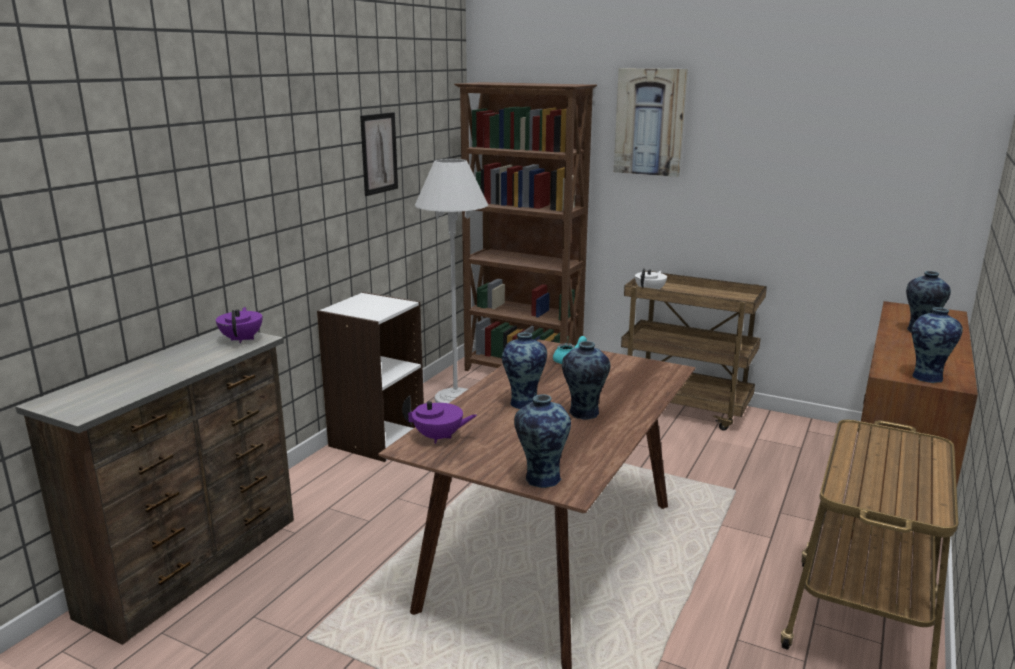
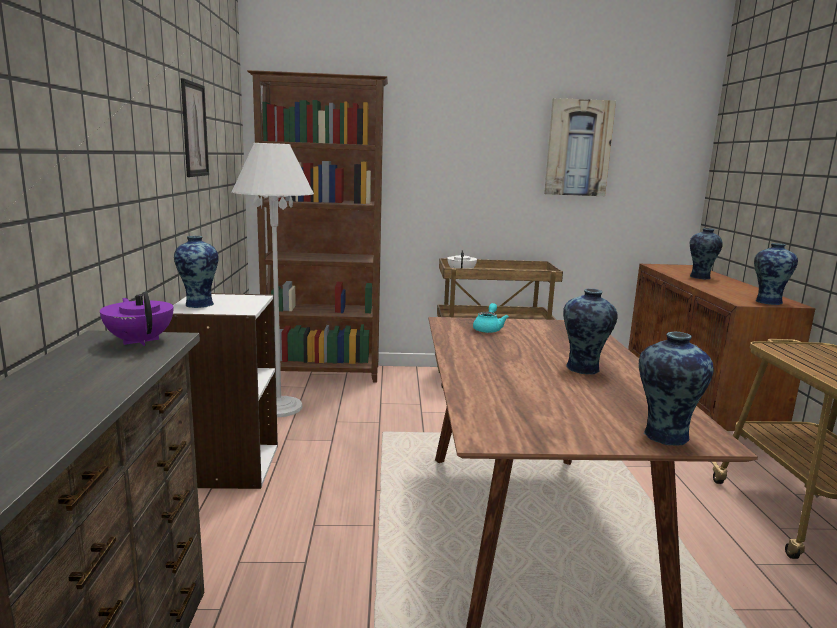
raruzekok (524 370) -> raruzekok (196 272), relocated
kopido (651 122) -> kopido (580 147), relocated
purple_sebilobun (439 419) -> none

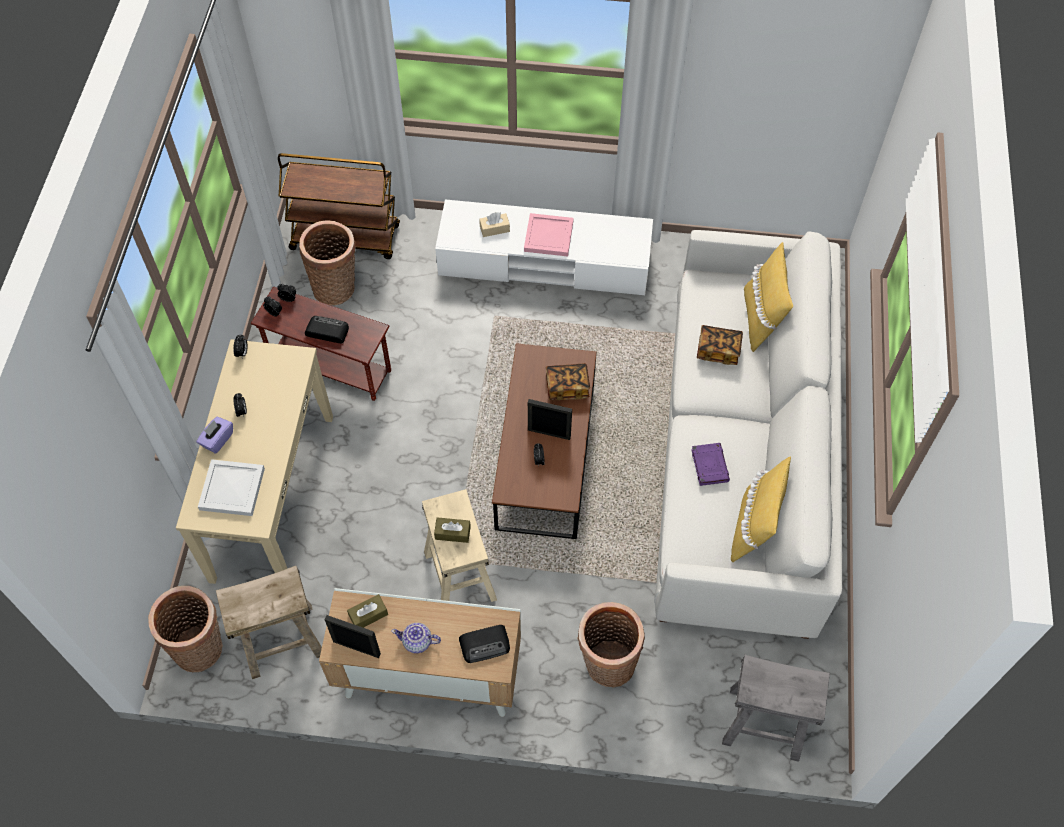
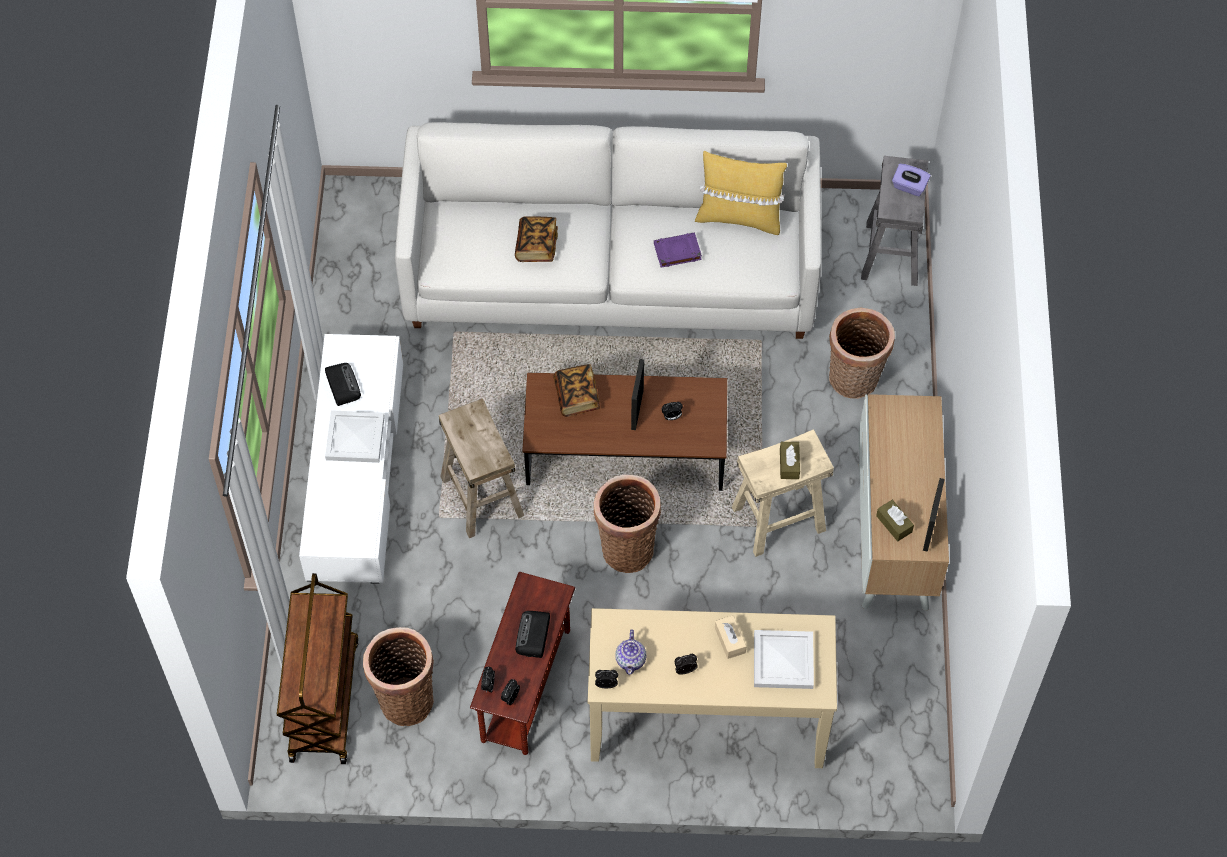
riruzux (484 644) -> riruzux (343 384), relocated
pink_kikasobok (549 235) -> white_kikasobok (355 436)
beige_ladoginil (269 622) -> beige_ladoginil (481 468), relocated
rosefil (185 629) -> rosefil (627 524), relocated
sebilobun (416 638) -> sebilobun (630 652), relocated
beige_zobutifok (494 224) -> beige_zobutifok (730 637), relocated
purple_zobutifok (214 435) -> purple_zobutifok (911 179), relocated
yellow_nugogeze (768 297) -> none

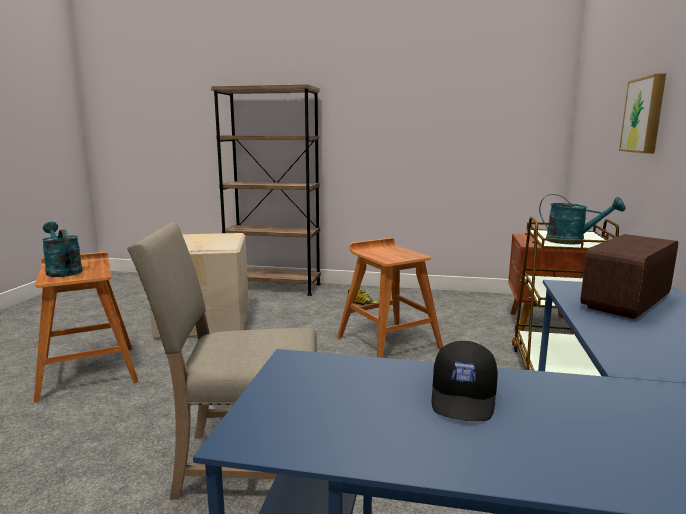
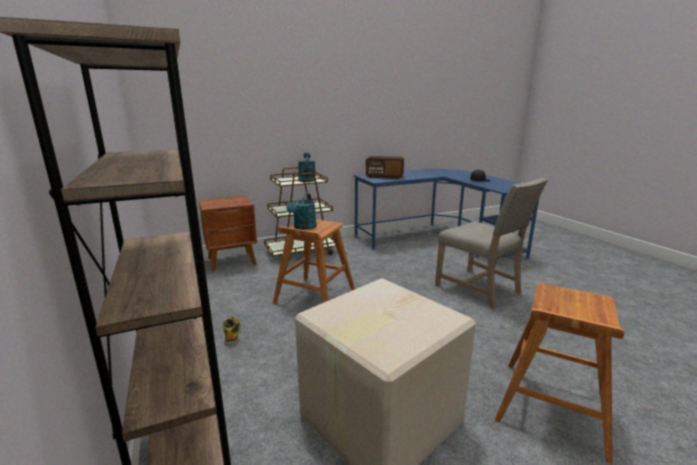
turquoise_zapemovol (62 249) -> turquoise_zapemovol (301 211), relocated
kopido (642 113) -> none

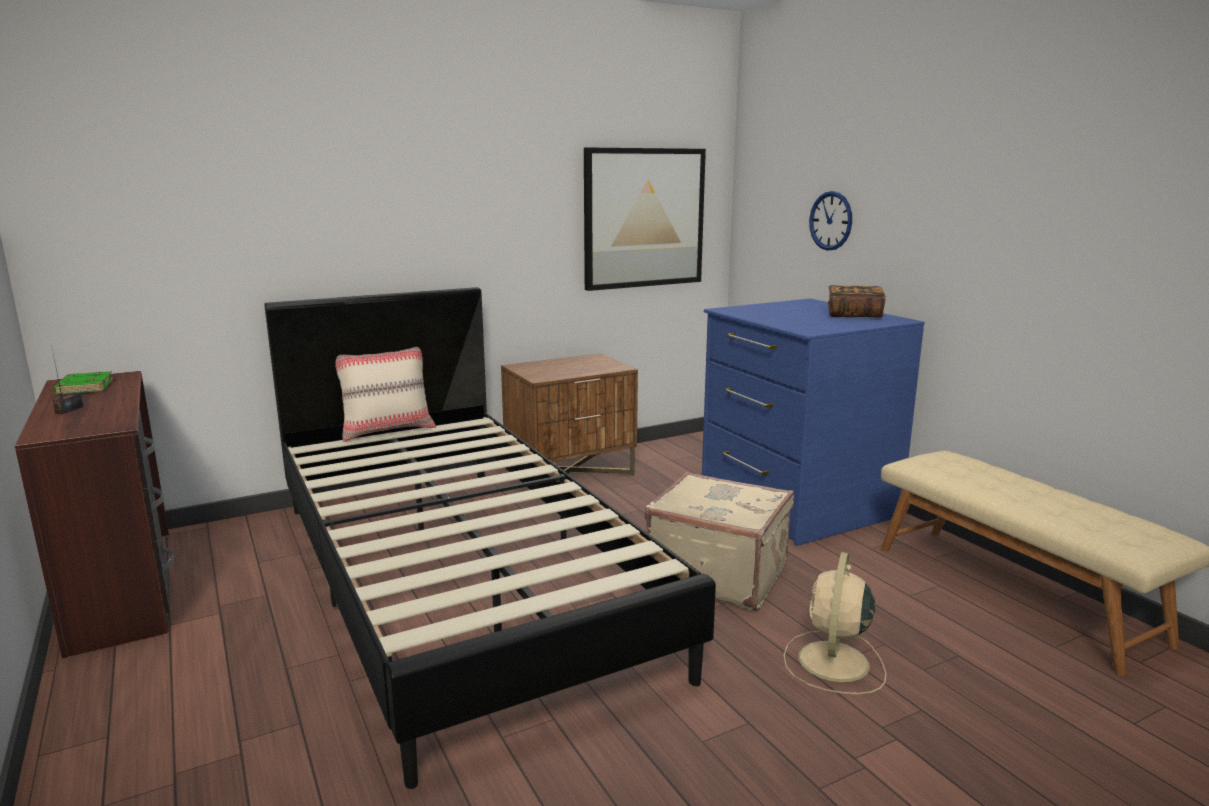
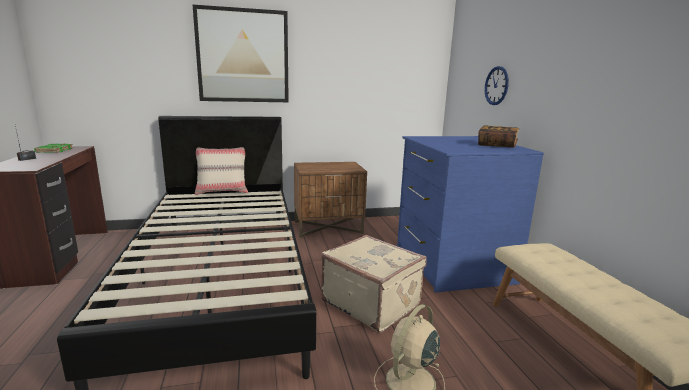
kopido (645 219) -> kopido (241 53), relocated

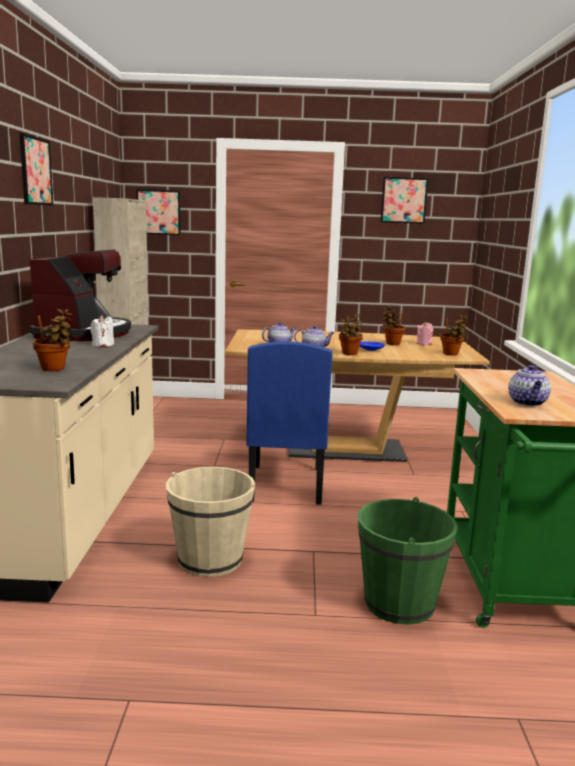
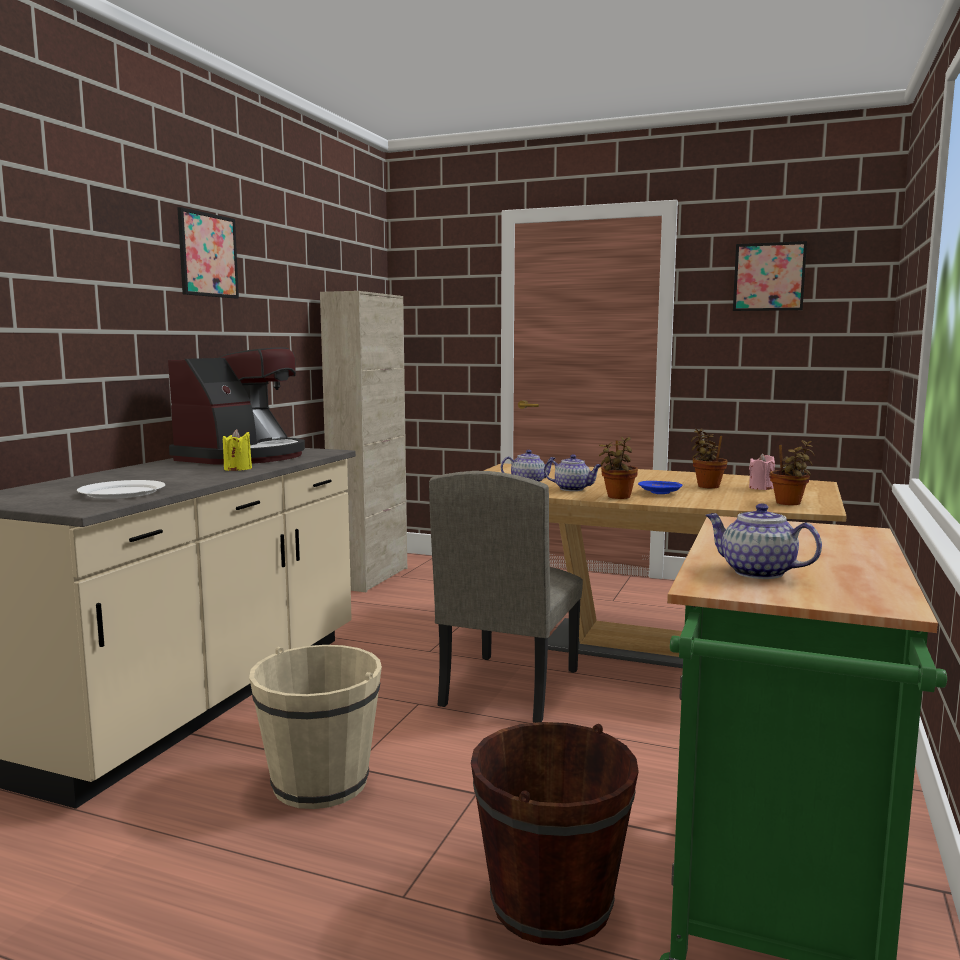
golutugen (52 340) -> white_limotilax (121 489)
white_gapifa (102 331) -> yellow_gapifa (237 450)
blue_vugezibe (289 423) -> beige_vugezibe (506 597)
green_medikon (408 561) -> brown_medikon (555 834)
sebilobun (529 385) -> sebilobun (764 541), 105 degrees clockwise
kopido (158 212) -> none

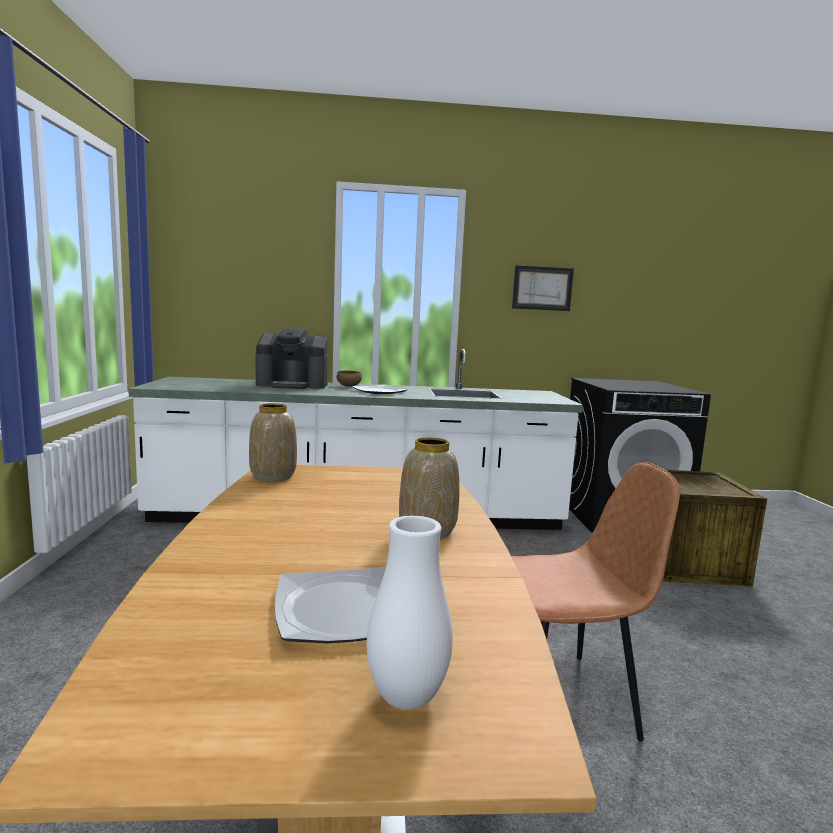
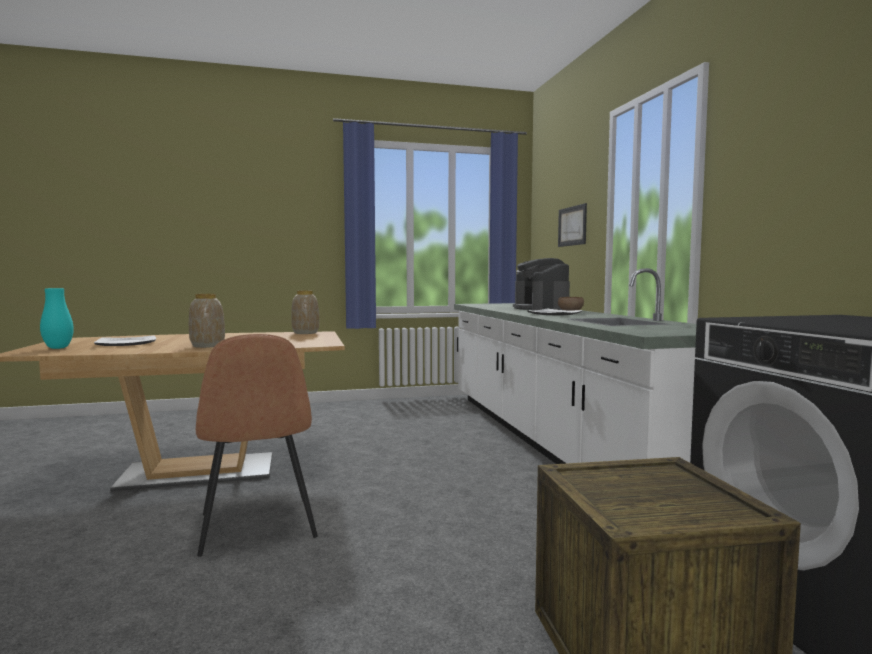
white_raruzekok (410 613) -> turquoise_raruzekok (57 318)
kopido (543 288) -> kopido (572 225), relocated

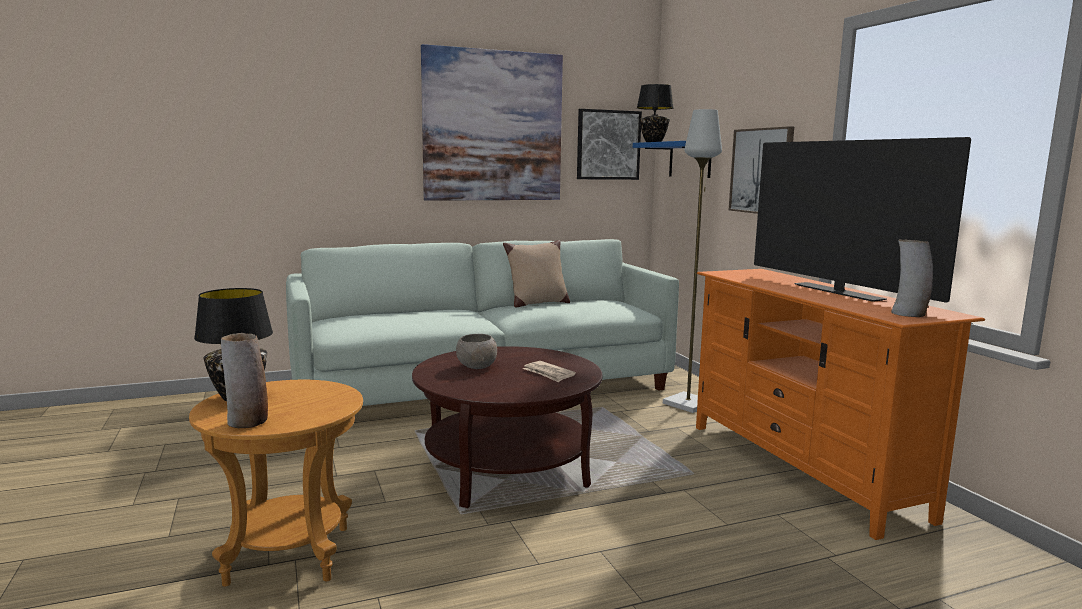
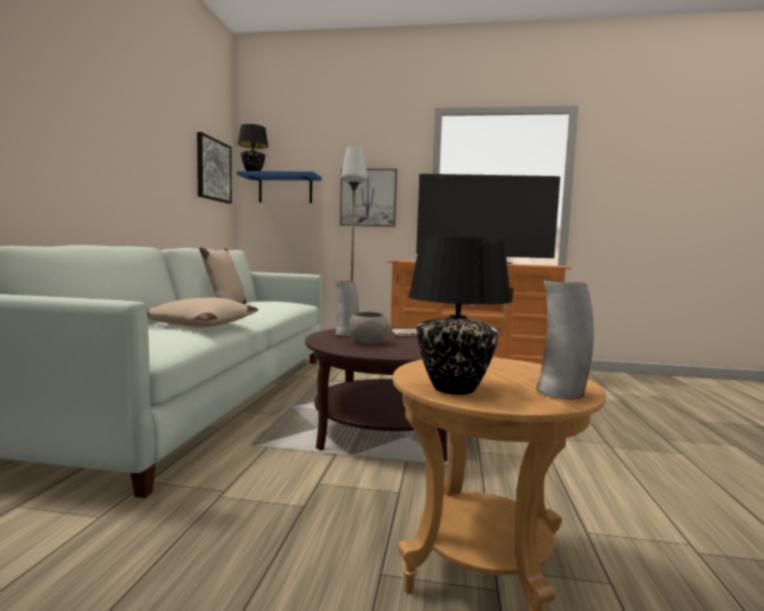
none -> beige_nugogeze (202 312)
raruzekok (912 278) -> raruzekok (347 308), relocated
kopido (492 122) -> none

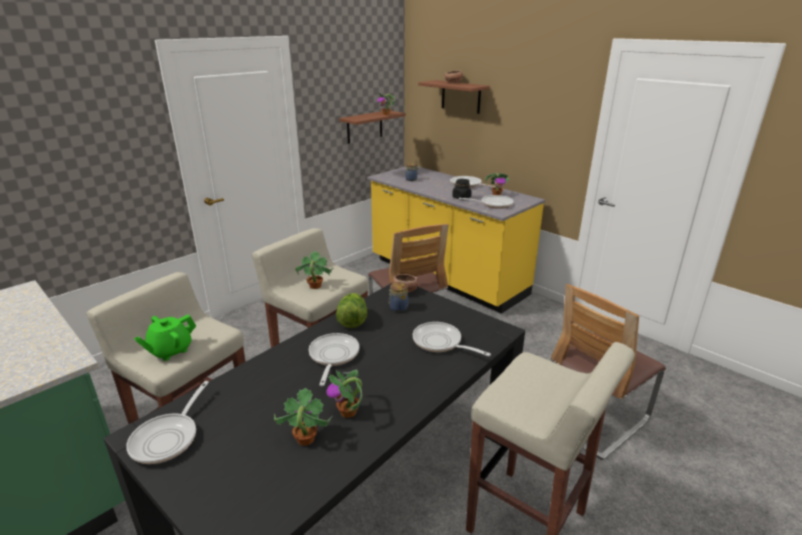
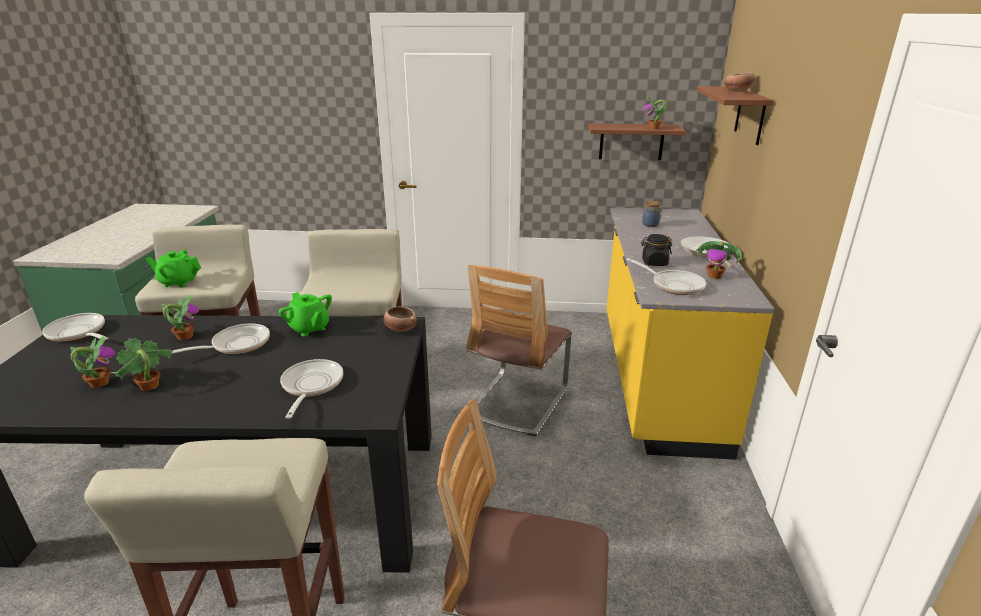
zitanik (167 422) -> zitanik (75 327), 60 degrees clockwise
golutugen (314 270) -> golutugen (180 317), relocated
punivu (351 310) -> green_sebilobun (305 314)
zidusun (398 297) -> none

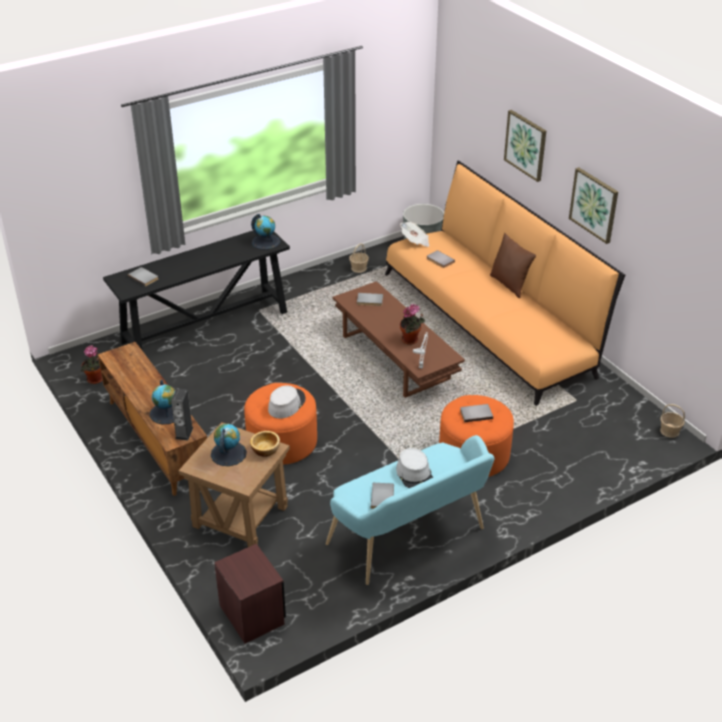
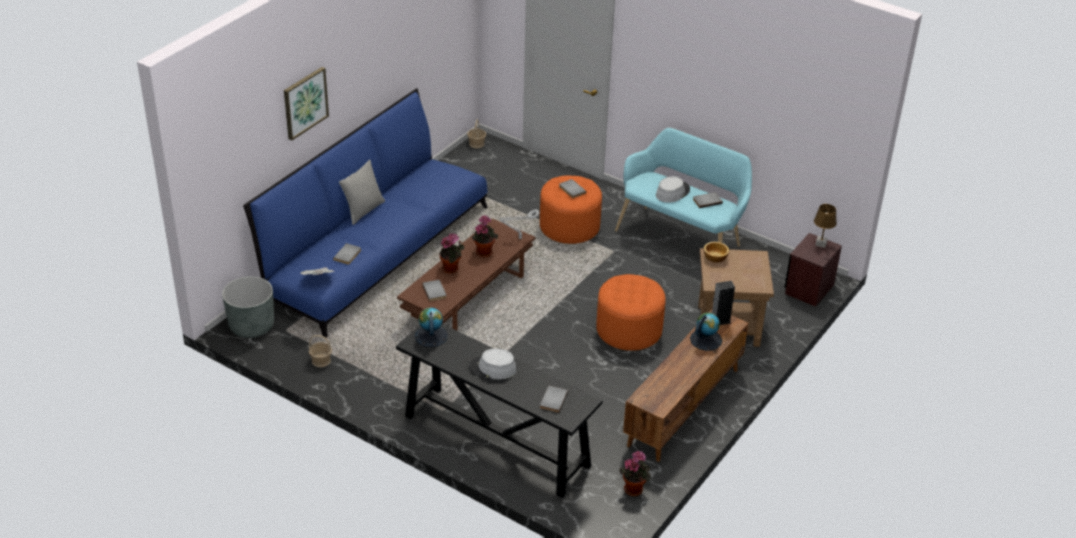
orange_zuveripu (505 283) -> blue_zuveripu (365 213)
brown_nugogeze (513 265) -> grey_nugogeze (362 192)
none -> golutugen (452 254)
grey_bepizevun (287 402) -> grey_bepizevun (493 363), relocated
none -> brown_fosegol (825 226)
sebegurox (229 445) -> none
kopido (593 205) -> none

